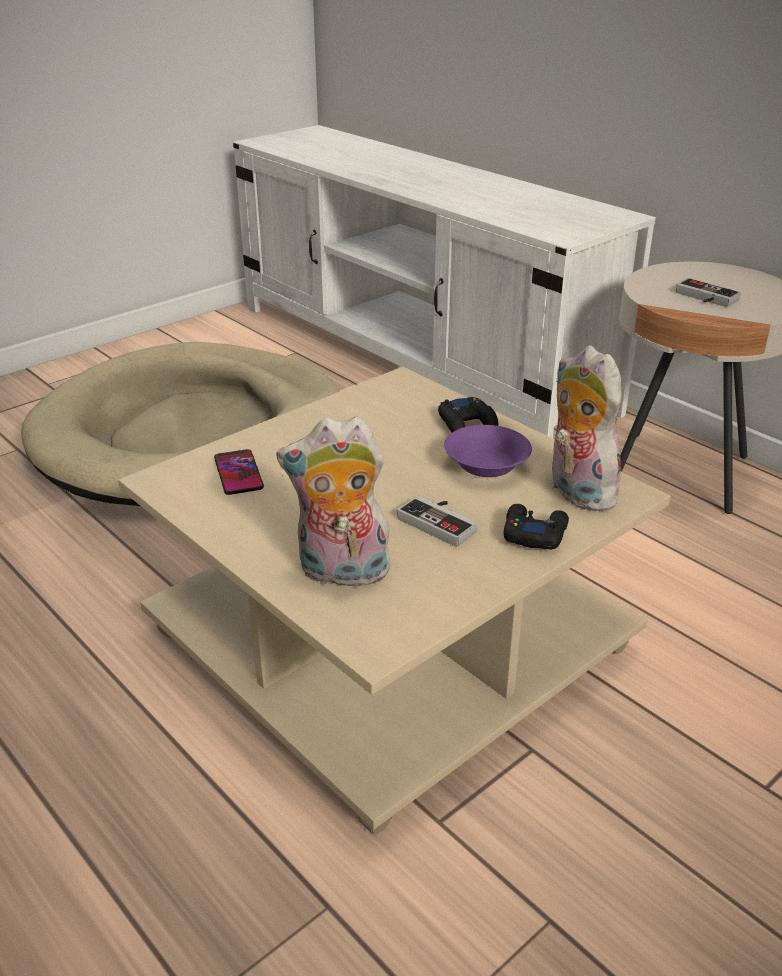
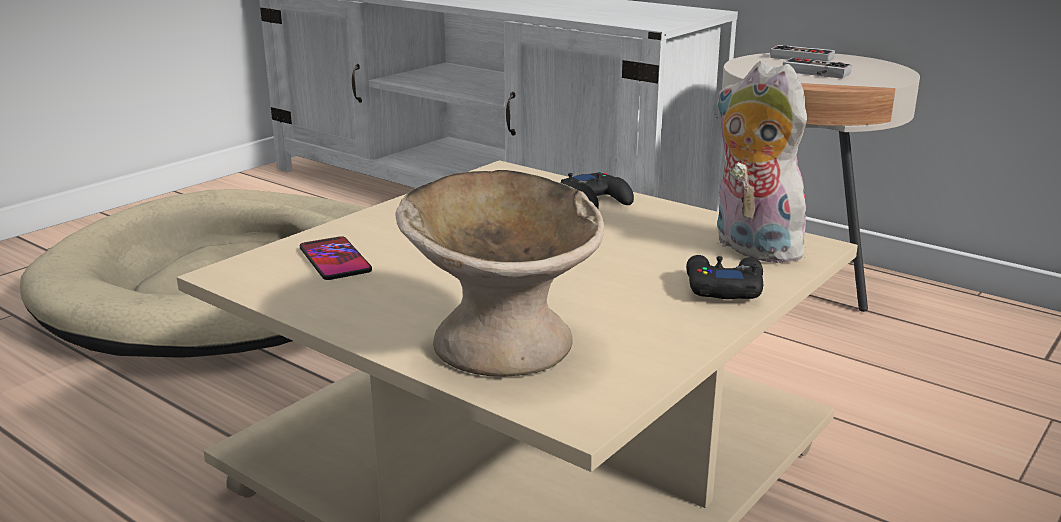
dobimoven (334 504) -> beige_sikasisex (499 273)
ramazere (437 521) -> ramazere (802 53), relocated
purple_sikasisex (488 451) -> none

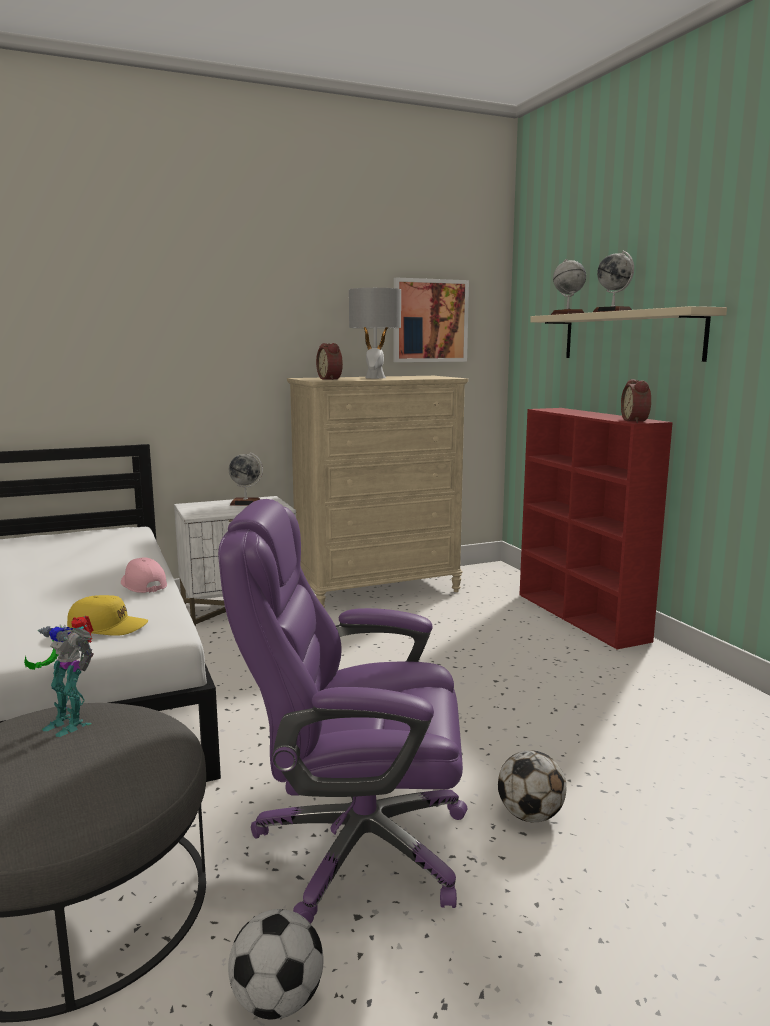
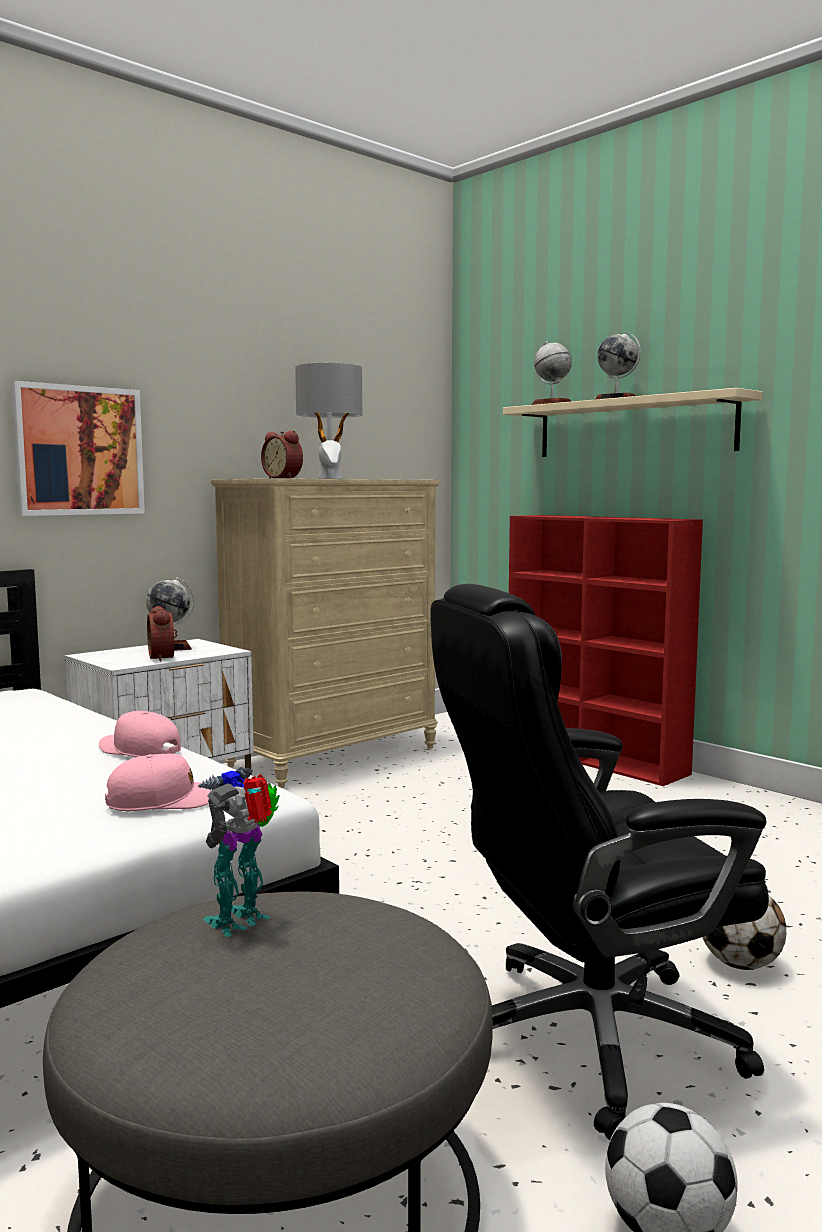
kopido (431 320) -> kopido (78 448), relocated
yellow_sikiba (107 615) -> pink_sikiba (158 782)
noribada (636 401) -> noribada (162 634), relocated
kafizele (59 676) -> kafizele (238 852), 120 degrees clockwise
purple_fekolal (342 711) -> black_fekolal (599 862)

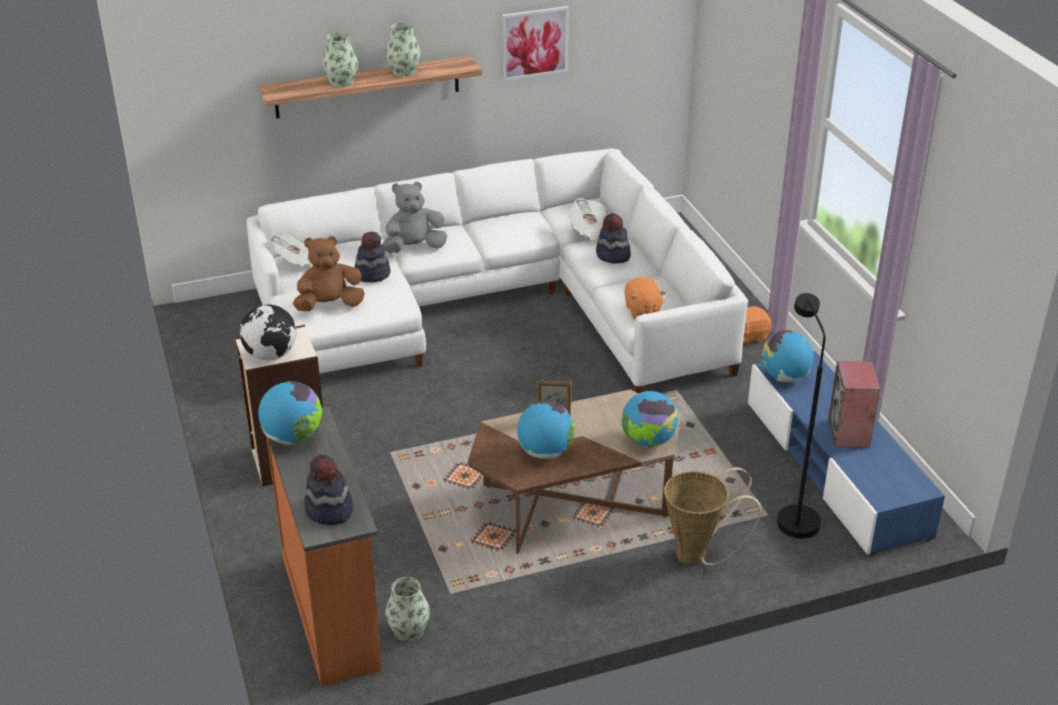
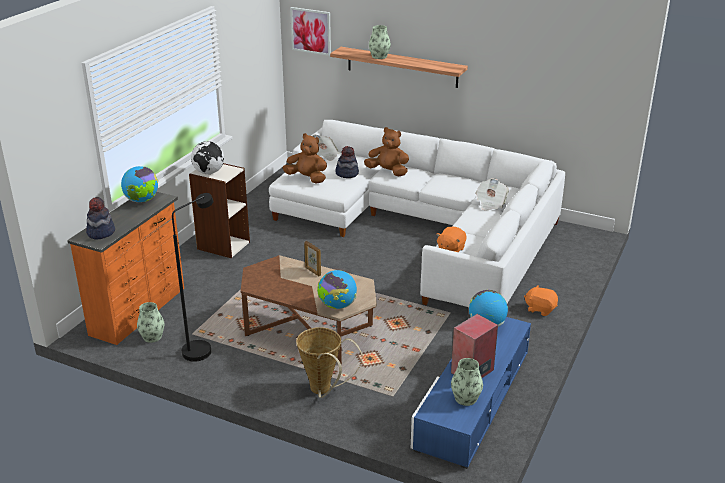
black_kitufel (801 416) -> black_kitufel (192 277), relocated
kopido (535 43) -> kopido (310 31), relocated
grey_dobimoven (414 217) -> brown_dobimoven (386 151)
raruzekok (403 49) -> raruzekok (467 382), relocated
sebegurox (546 430) -> none
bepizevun (613 238) -> none

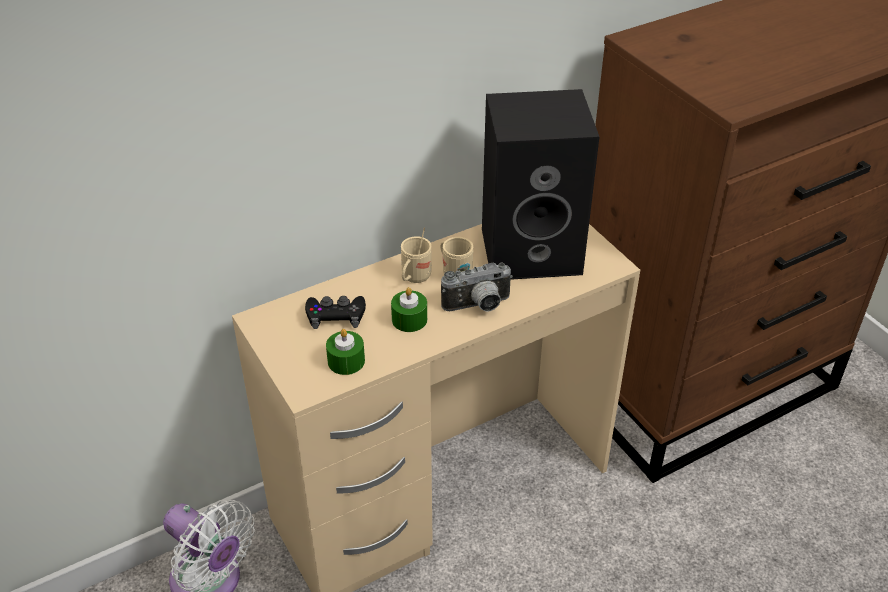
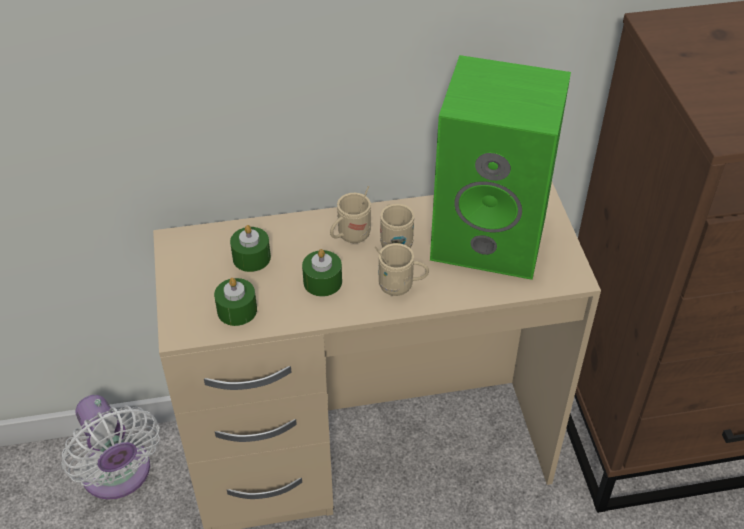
black_ramazere (335 312) -> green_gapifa (250 248)
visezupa (477 286) -> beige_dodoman (402 269)
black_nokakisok (540 184) -> green_nokakisok (500 167)

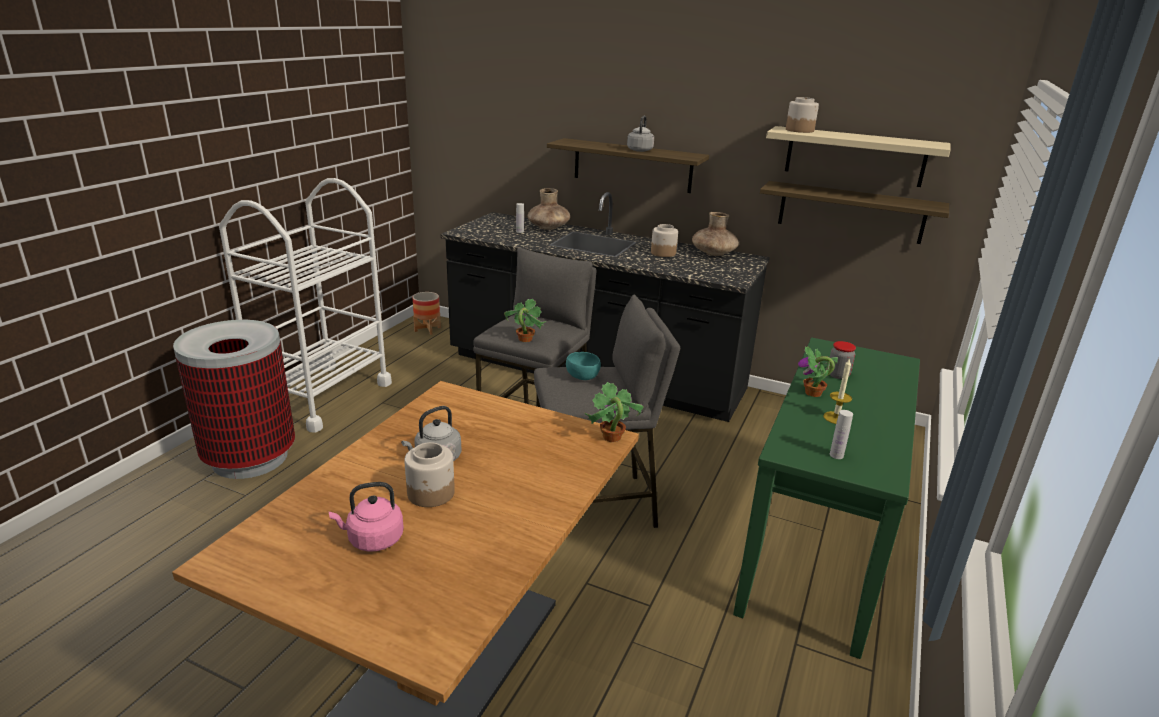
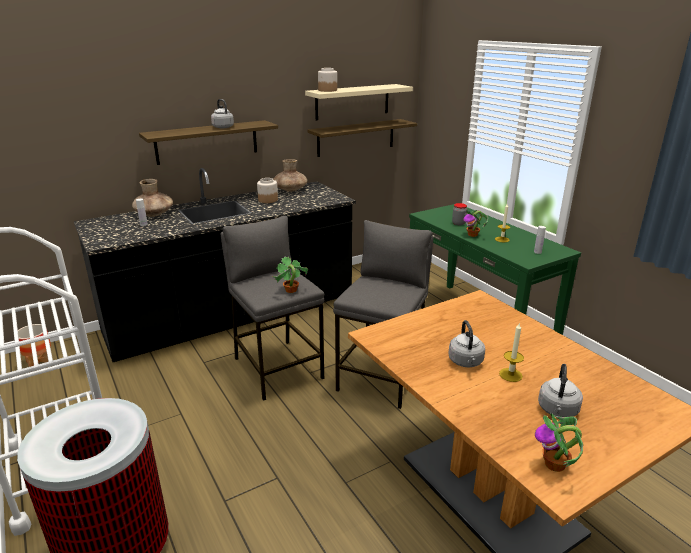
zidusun (429 474) -> gapifa (511 352)
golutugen (614 412) -> golutugen (559 442), relocated
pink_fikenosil (366 516) -> grey_fikenosil (560 390)
turquoise_sikasisex (583 366) -> none

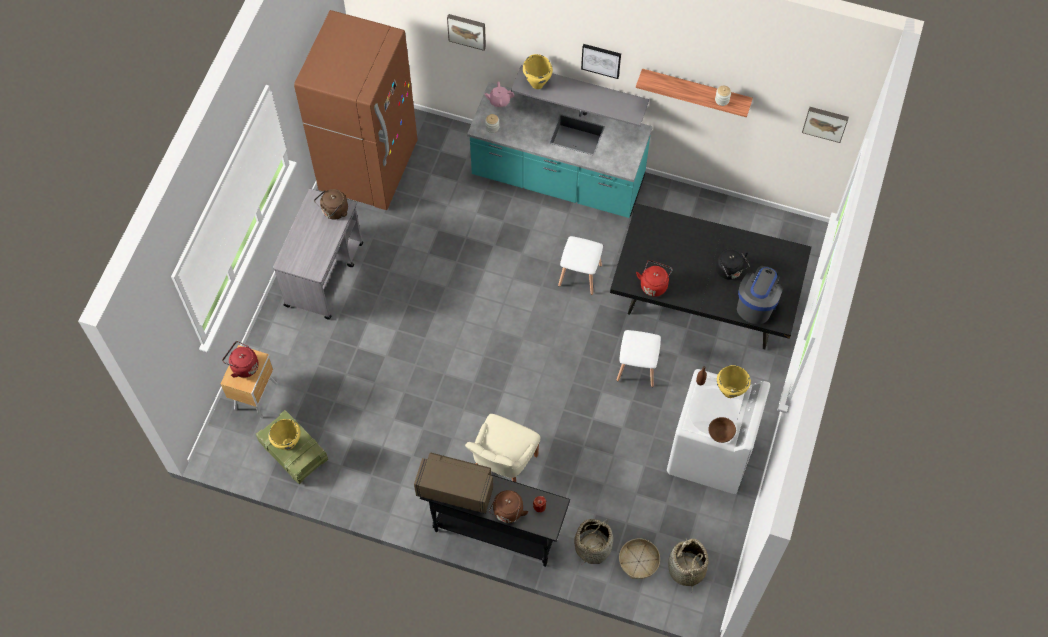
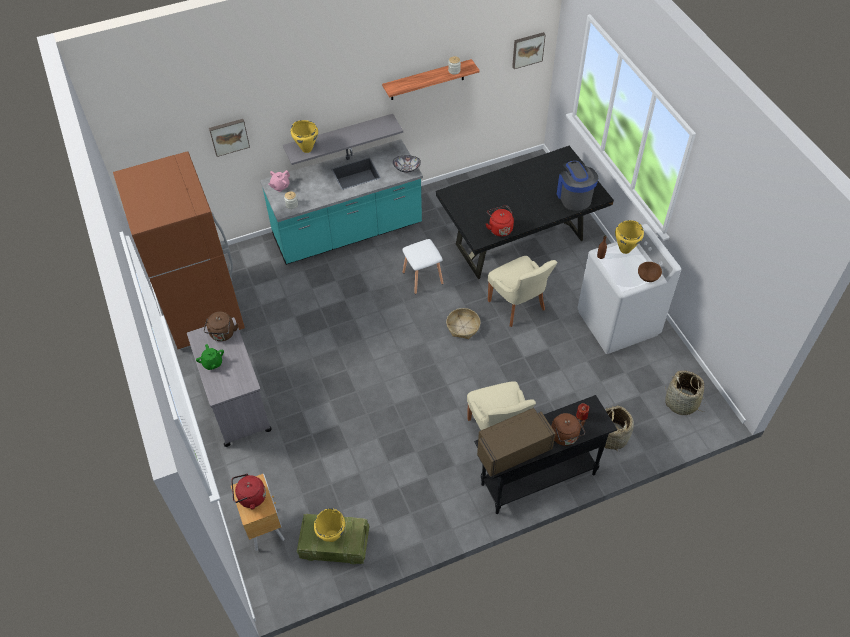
none -> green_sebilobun (210 357)
none -> sikasisex (407 164)
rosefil (639 558) -> rosefil (463 323), relocated
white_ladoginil (638 358) -> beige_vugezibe (522 291)
kopido (601 61) -> none
black_fikenosil (733 264) -> none

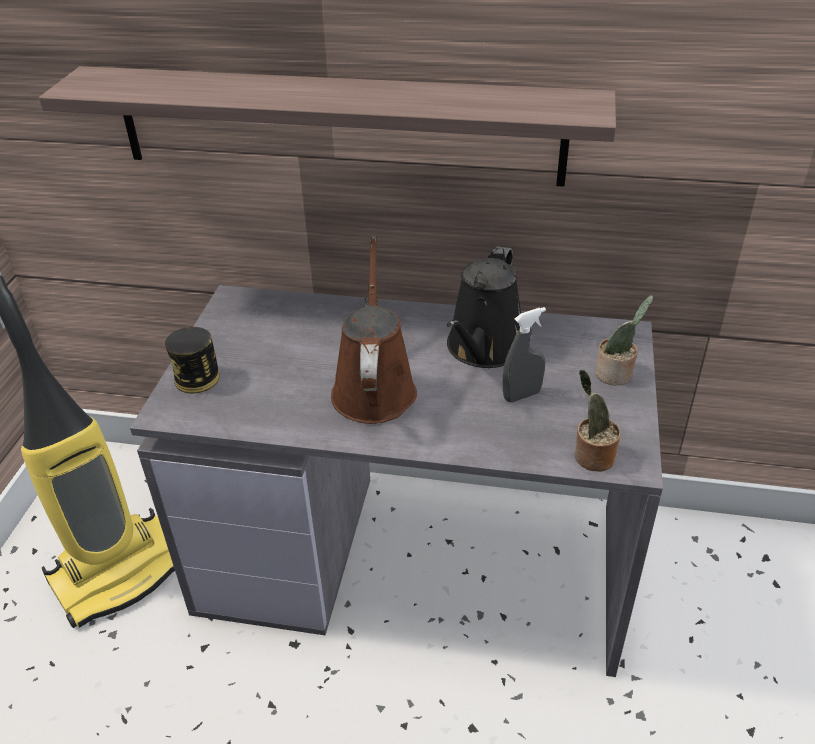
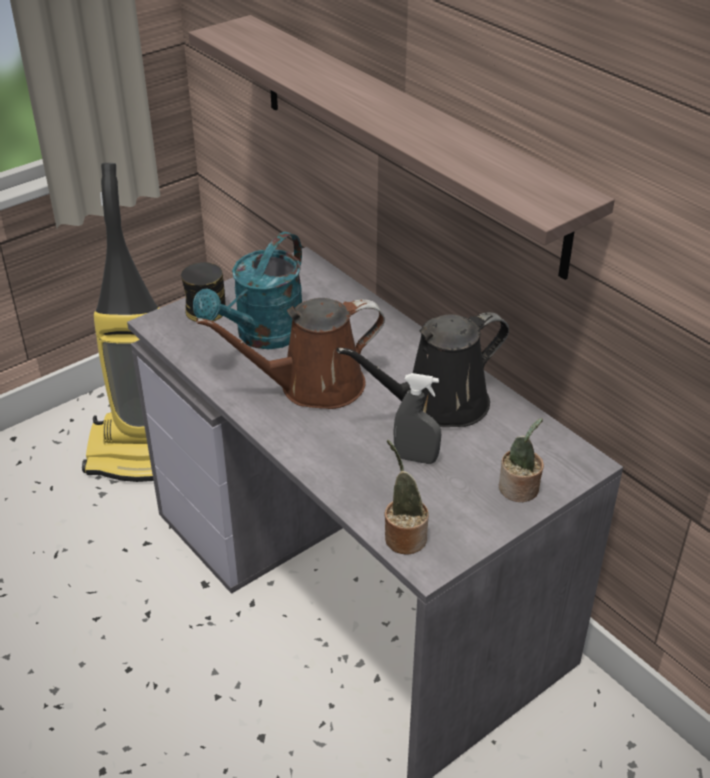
none -> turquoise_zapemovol (247 290)
brown_zapemovol (374 330) -> brown_zapemovol (290 353), 150 degrees counterclockwise

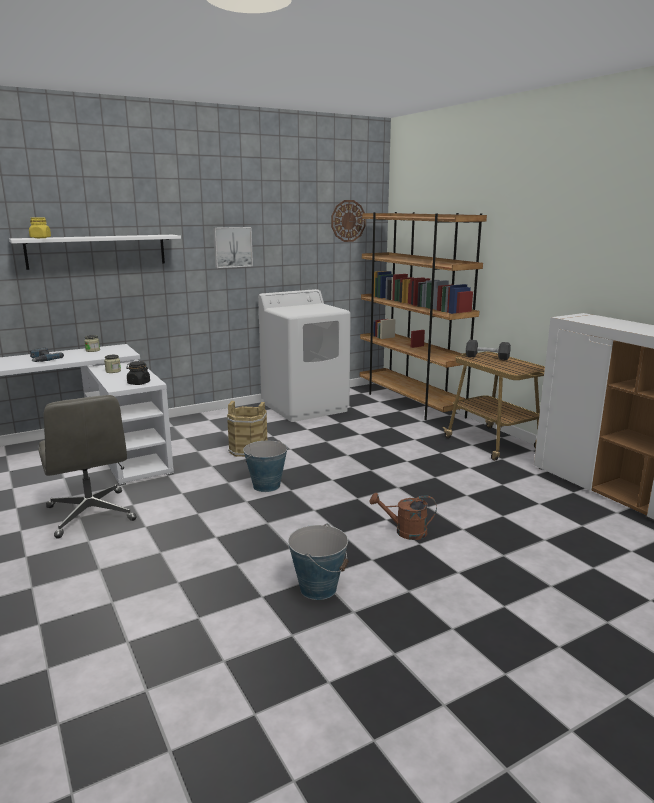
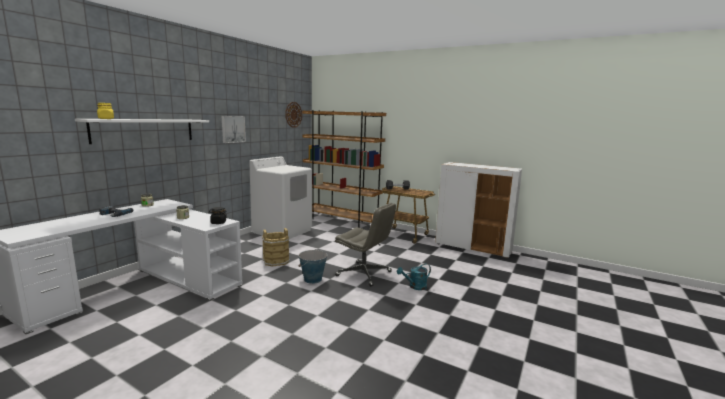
grey_fekolal (87 467) -> grey_fekolal (365 244), relocated
brown_zapemovol (403 516) -> turquoise_zapemovol (414 276)
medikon (318 561) -> none

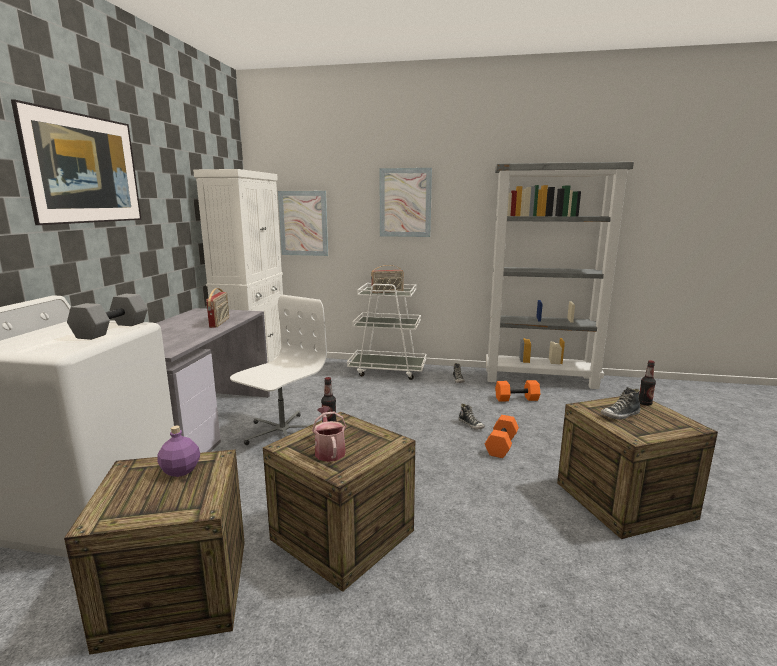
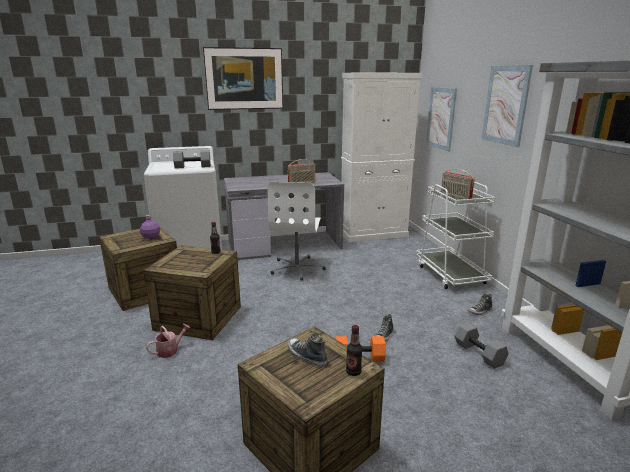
zapemovol (329 434) -> zapemovol (168 340), relocated
white_fekolal (278 370) -> white_fekolal (297 231), 90 degrees clockwise
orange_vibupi (517 391) -> grey_vibupi (481 346)

